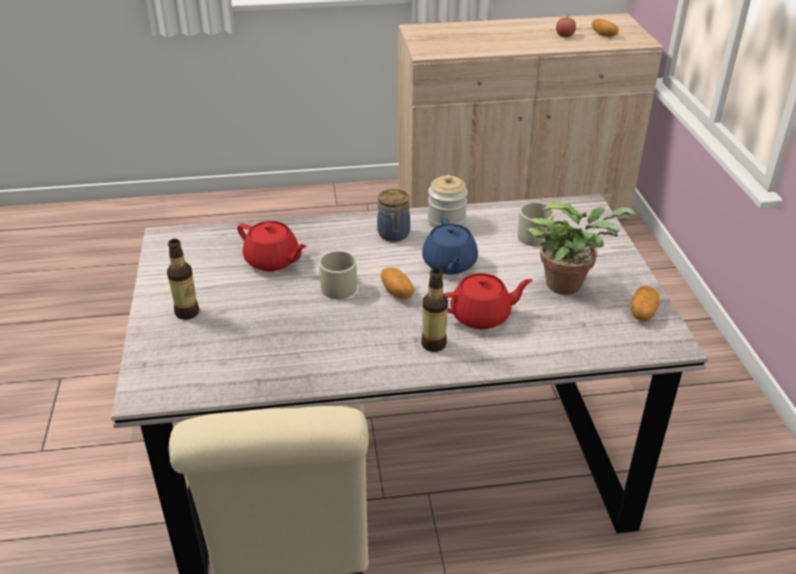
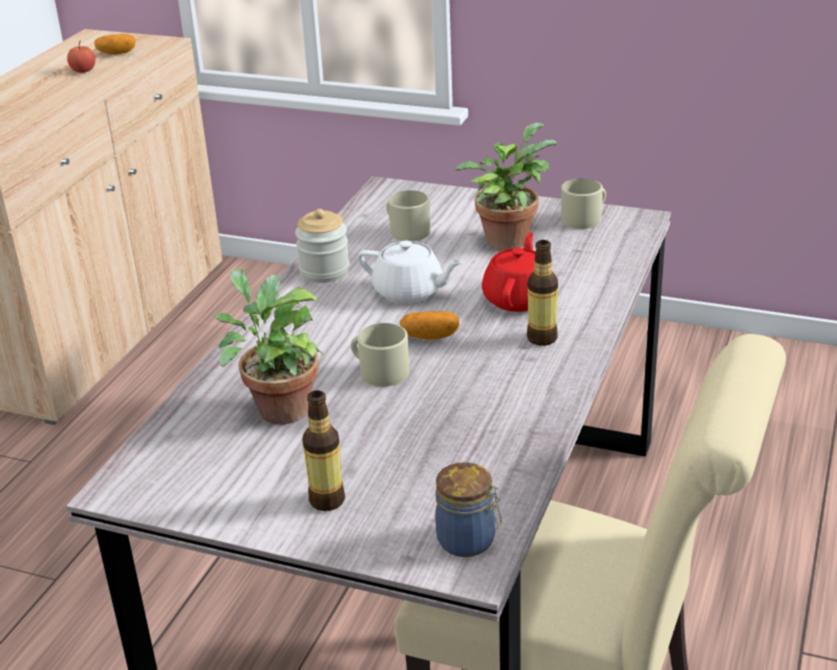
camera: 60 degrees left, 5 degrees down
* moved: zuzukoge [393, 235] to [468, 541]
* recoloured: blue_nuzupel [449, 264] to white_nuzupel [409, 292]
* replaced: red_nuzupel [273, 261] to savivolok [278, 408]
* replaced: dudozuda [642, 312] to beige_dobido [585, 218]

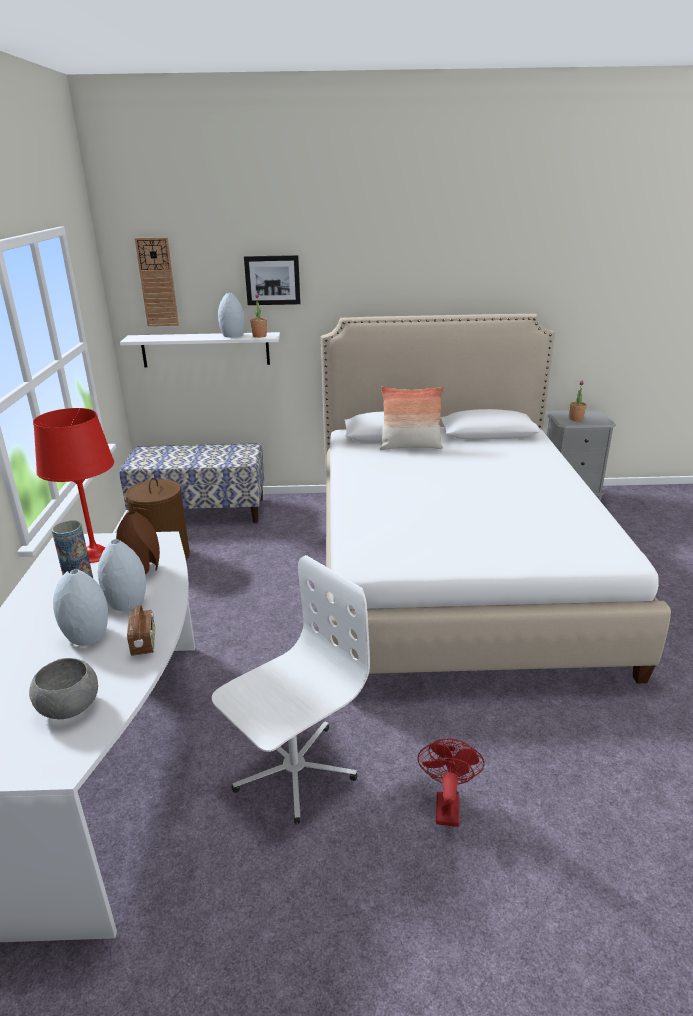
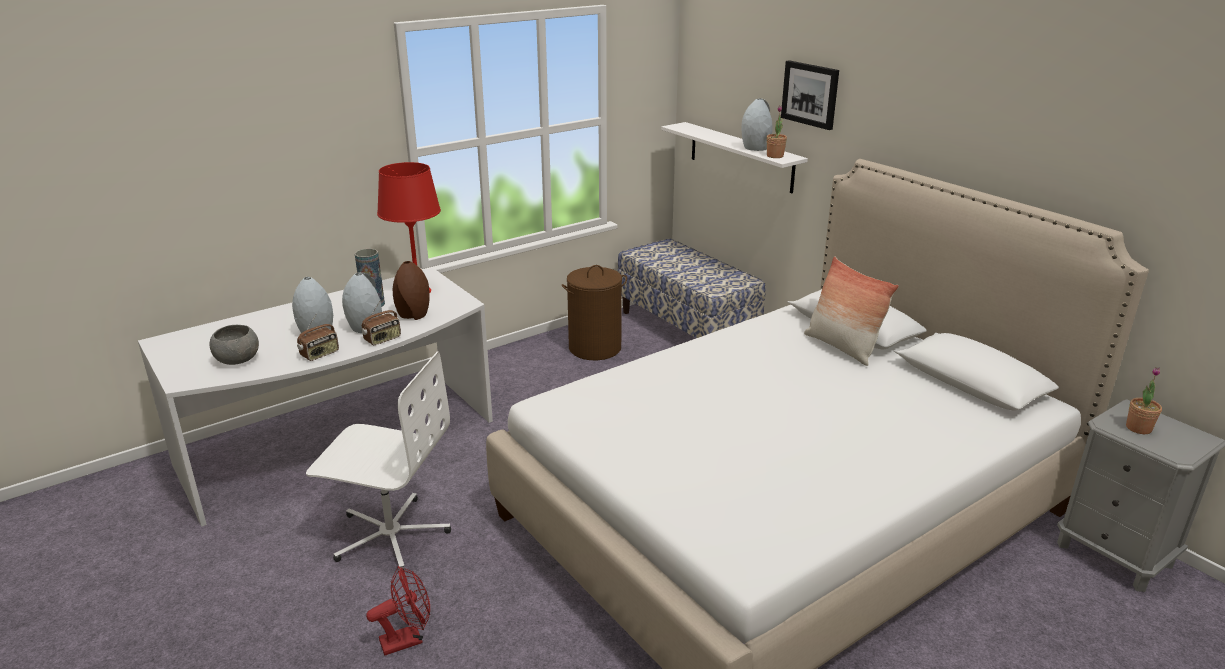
camera: 55 degrees right, 0 degrees up
* removed: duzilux [157, 282]
* added: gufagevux [383, 339]

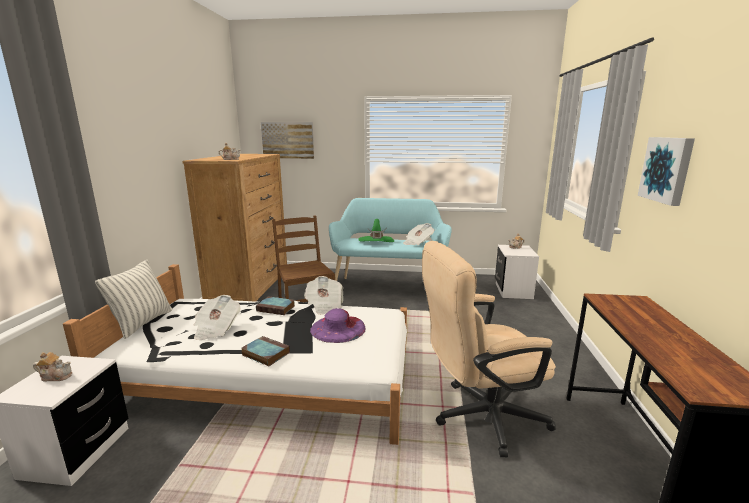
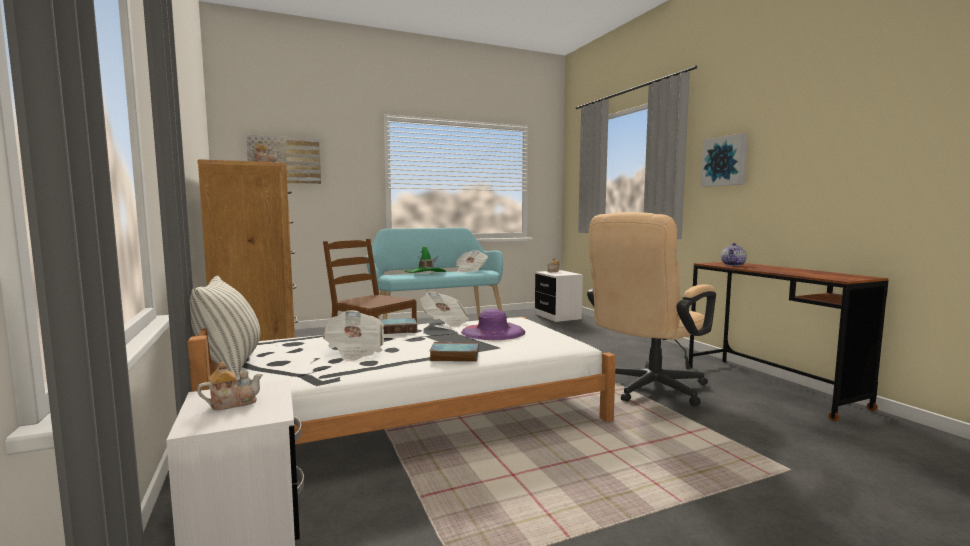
camera: 30 degrees left, 10 degrees down
* added: nuzupel [733, 265]

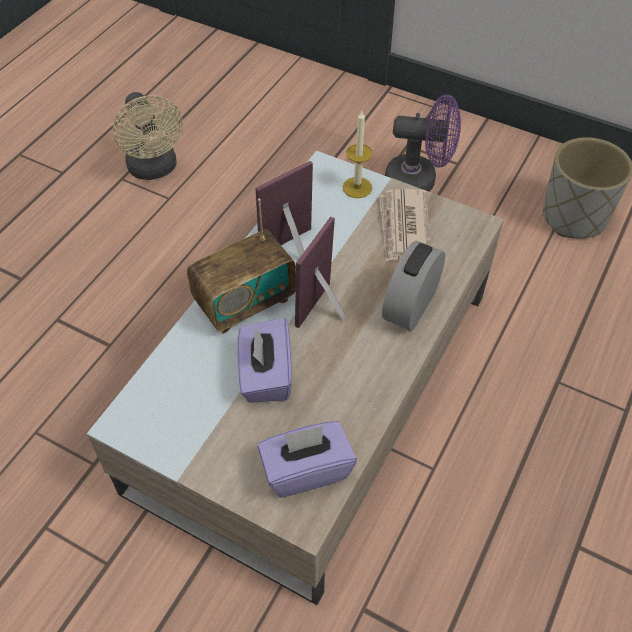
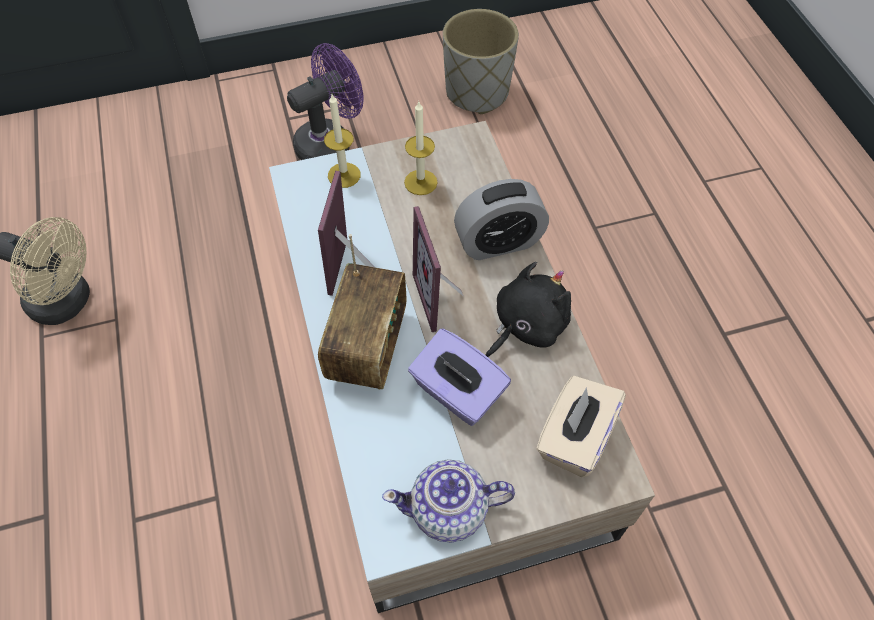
camera: 45 degrees left, 5 degrees up
* replaced: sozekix [403, 227] to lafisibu [420, 182]
* turned: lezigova [410, 306] = [499, 242] 90 degrees counterclockwise
* recoloured: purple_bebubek [306, 470] to beige_bebubek [574, 437]
* added: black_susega [526, 325]
* added: nuzupel [449, 510]

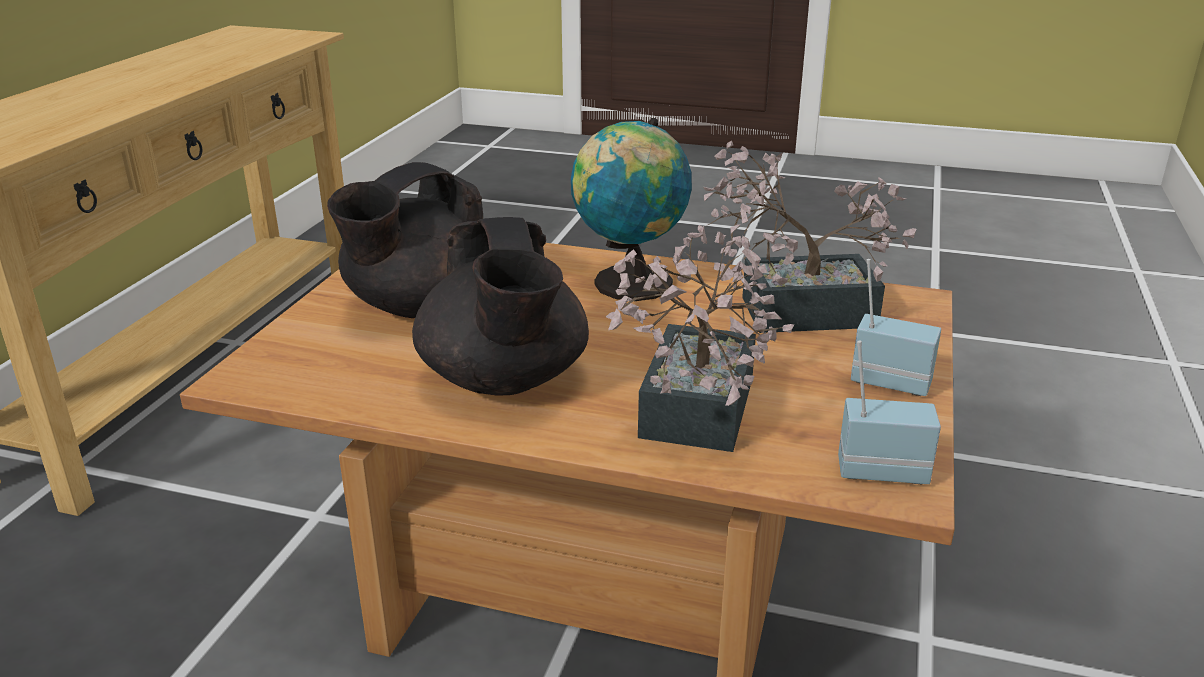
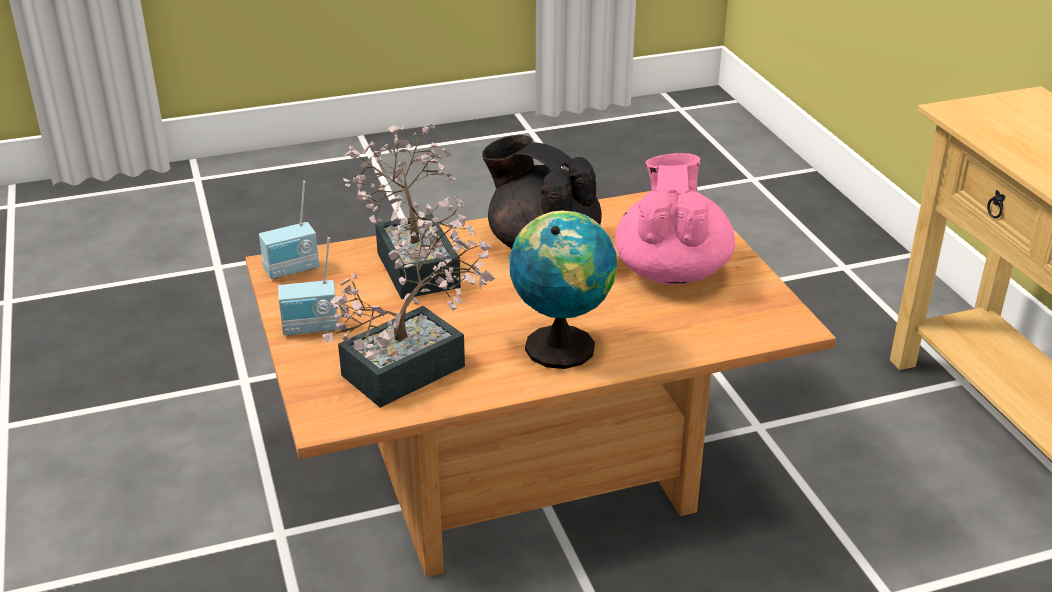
camera: 145 degrees right, 5 degrees up
* recoloured: black_nuzupel [418, 307] to pink_nuzupel [671, 270]

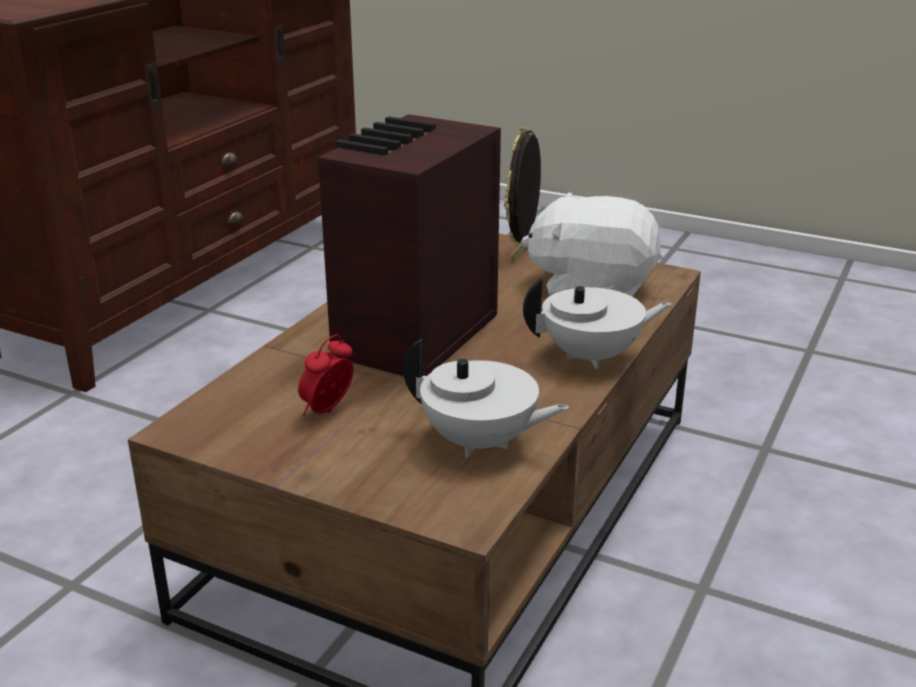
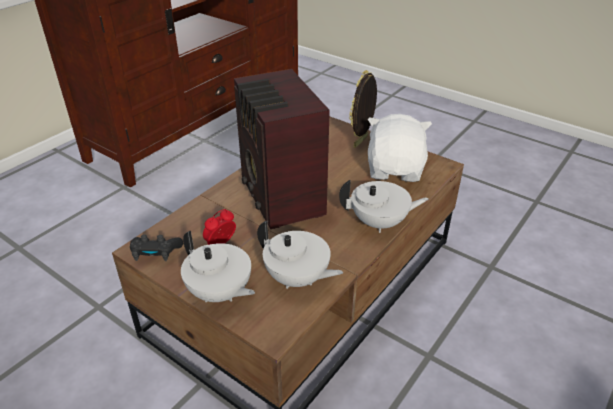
camera: 10 degrees right, 10 degrees up
* turned: gufagevux [412, 338] = [281, 198] 60 degrees counterclockwise
* turned: white_susega [592, 286] = [395, 170] 75 degrees clockwise
* added: white_nuzupel [219, 293]
* added: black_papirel [155, 254]

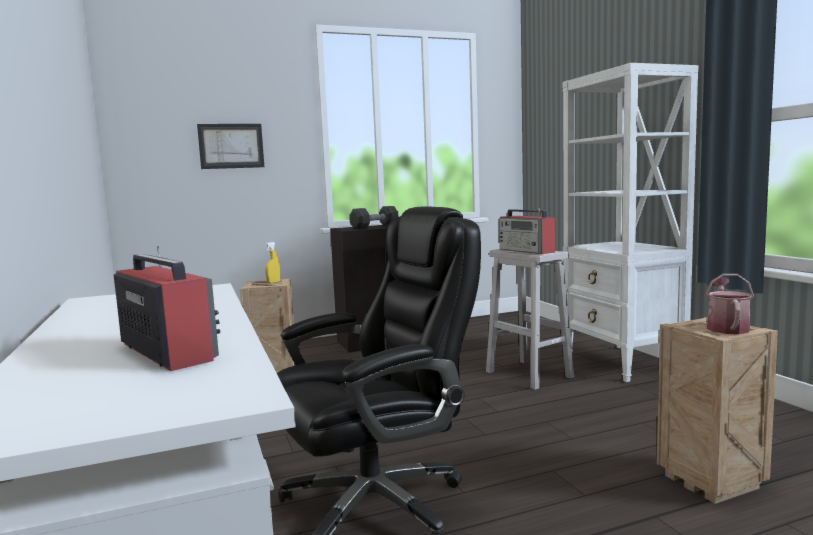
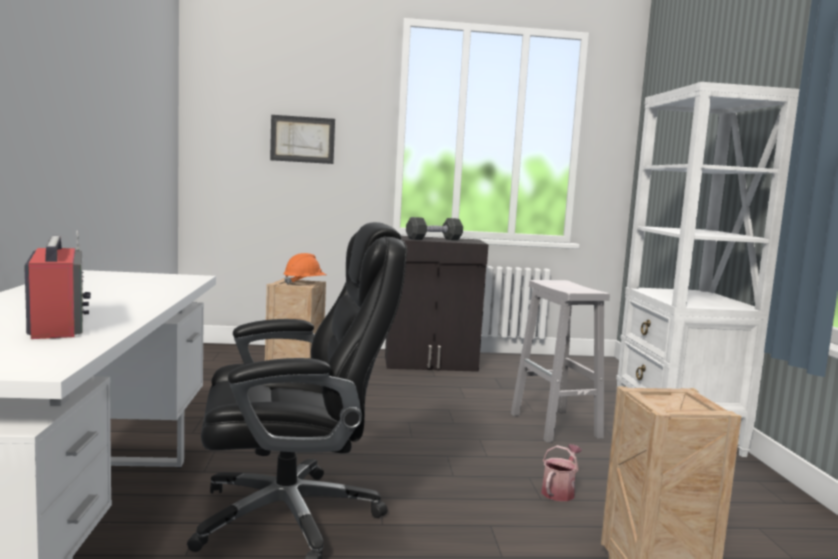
camera: 15 degrees right, 0 degrees up
* removed: gufagevux [527, 251]
* replaced: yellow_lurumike [273, 282] to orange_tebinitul [304, 283]
* moved: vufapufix [726, 327] to [559, 491]

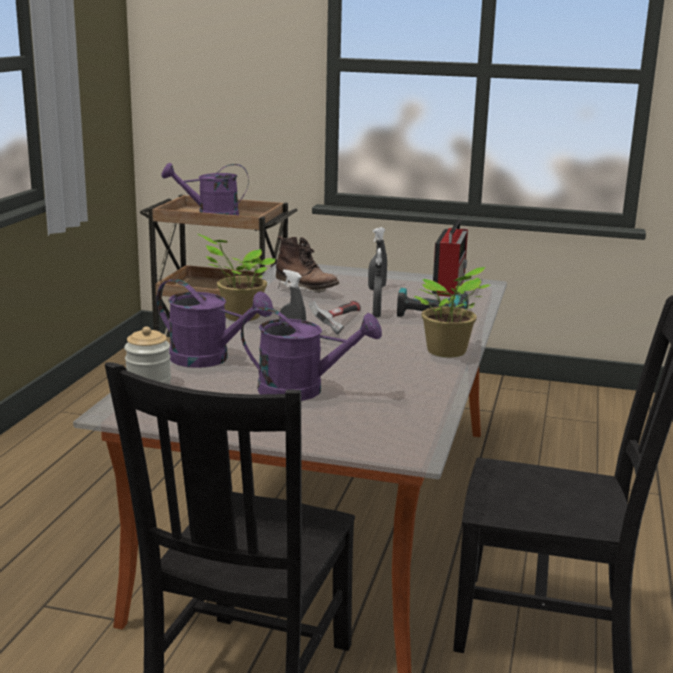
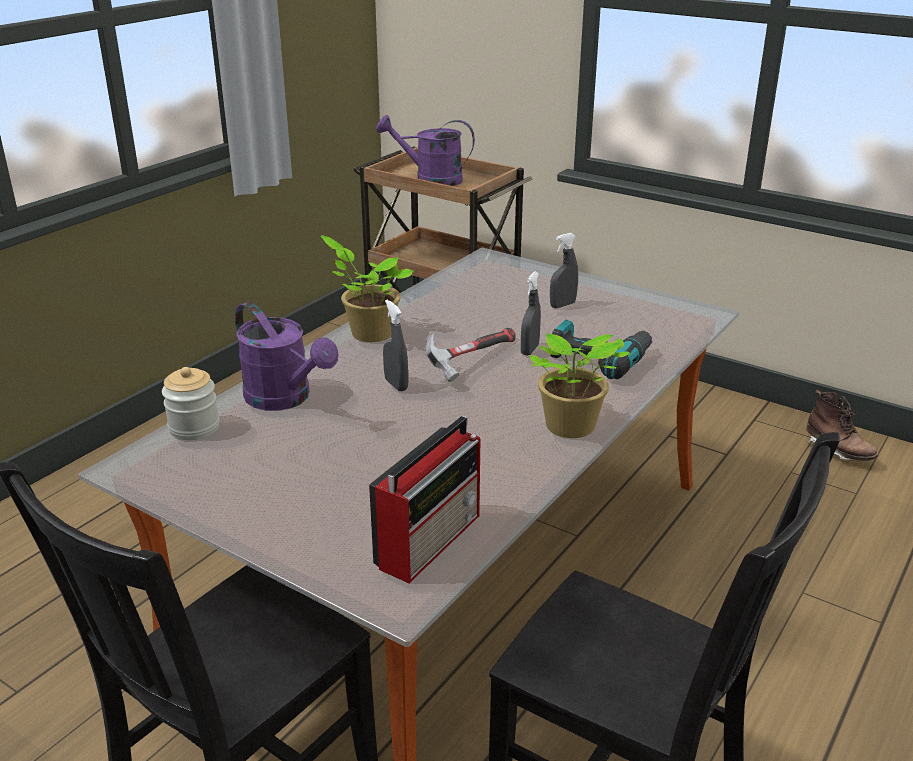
camera: 20 degrees right, 10 degrees up
* moved: gufagevux [449, 286] to [430, 539]
* moved: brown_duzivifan [306, 291] to [838, 451]
* removed: purple_vufapufix [303, 390]

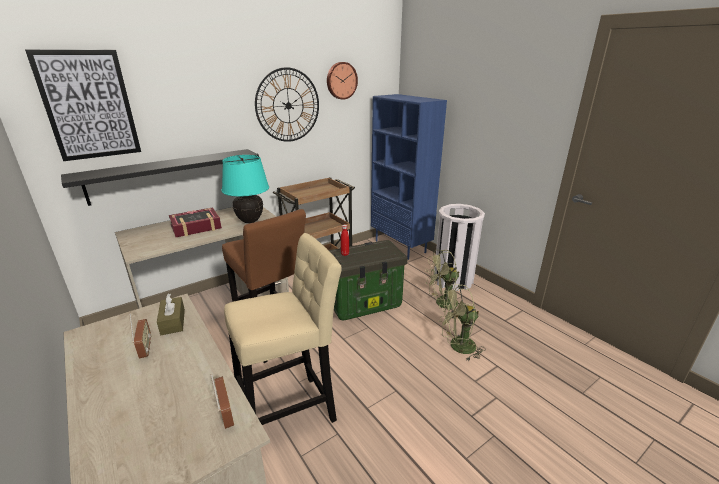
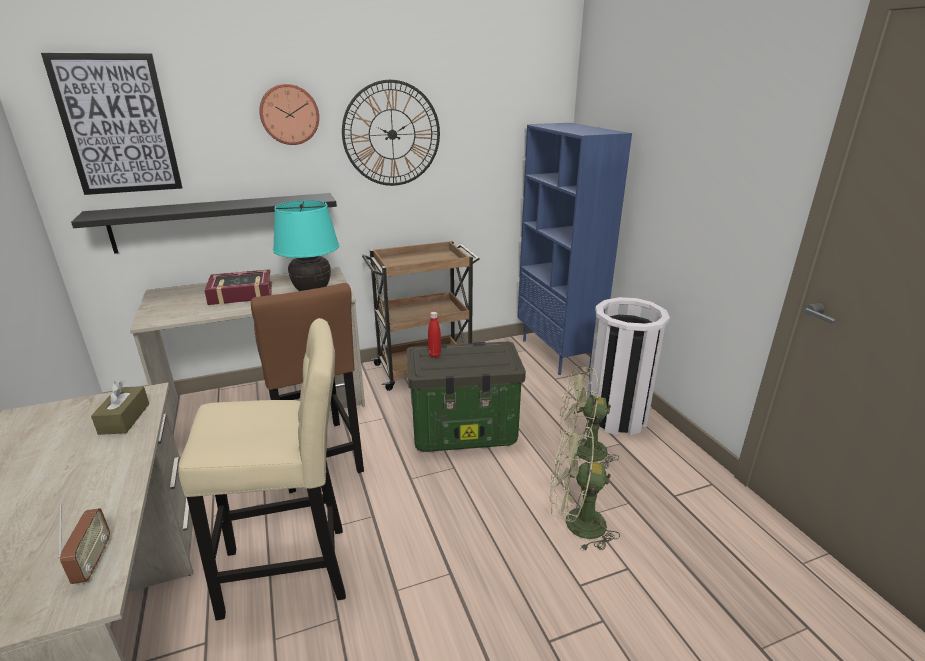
camera: 15 degrees right, 0 degrees up
* moved: duzilux [341, 80] to [289, 114]
* removed: gufagevux [145, 349]

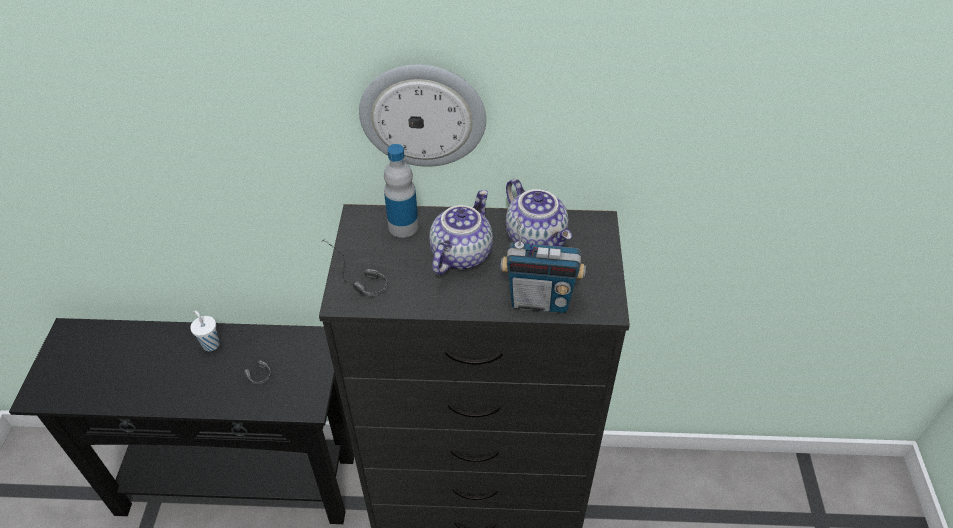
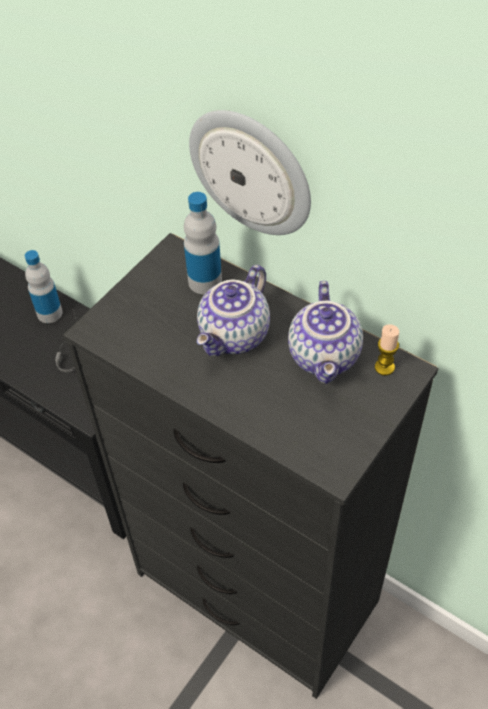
camera: 35 degrees right, 5 degrees up
* turned: nuzupel [460, 254] = [235, 336] 150 degrees clockwise
* removed: gufagevux [540, 300]
* removed: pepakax [350, 277]
* replaced: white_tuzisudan [210, 344] to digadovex [49, 313]
* added: lafisibu [384, 367]

